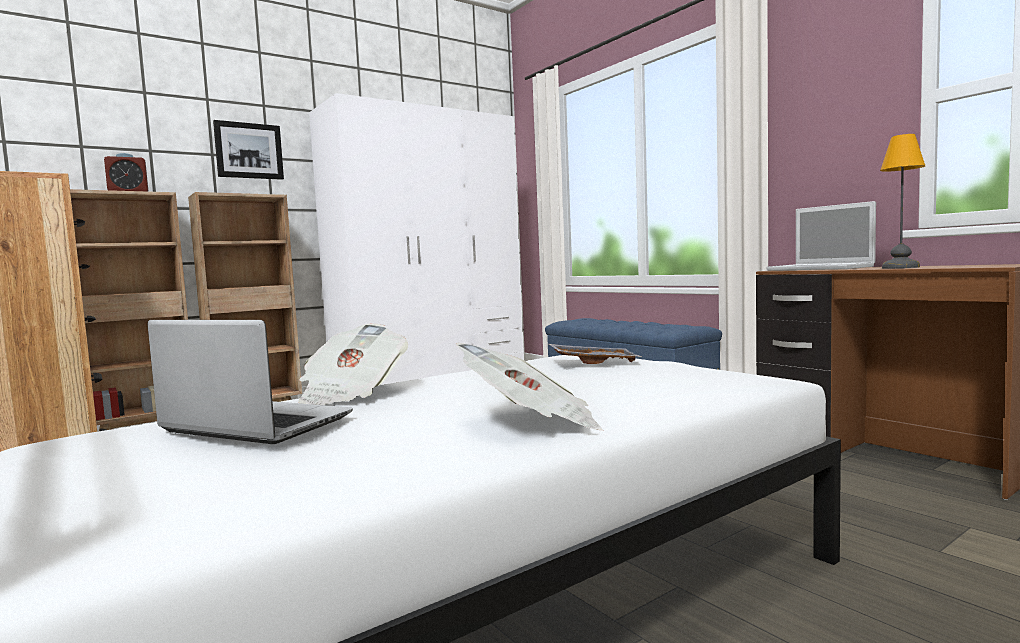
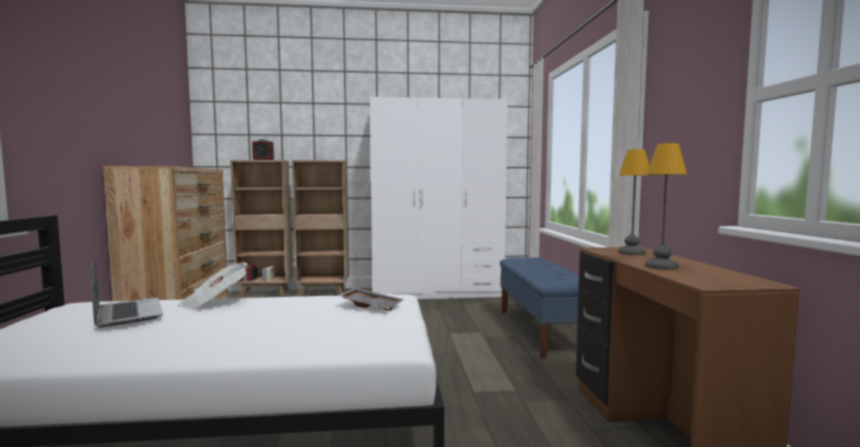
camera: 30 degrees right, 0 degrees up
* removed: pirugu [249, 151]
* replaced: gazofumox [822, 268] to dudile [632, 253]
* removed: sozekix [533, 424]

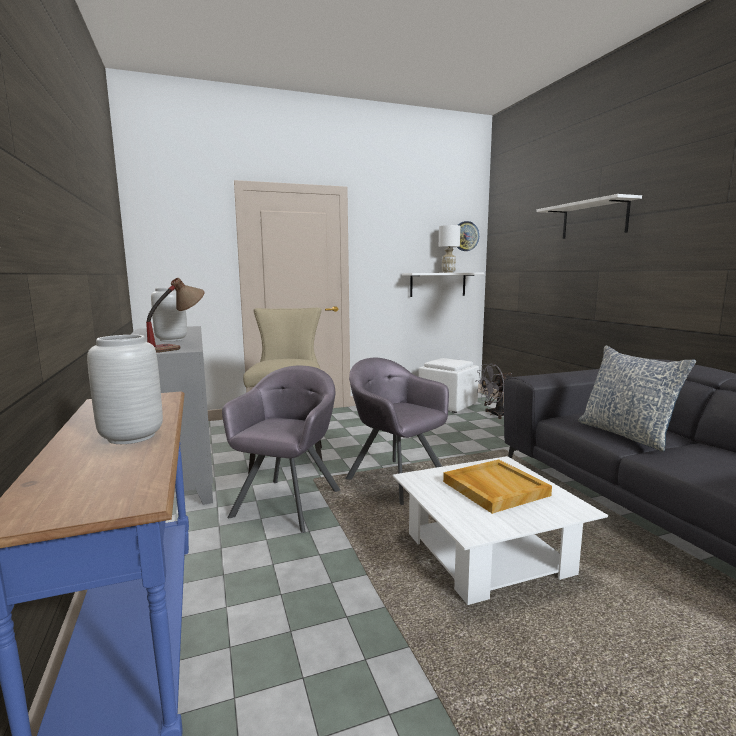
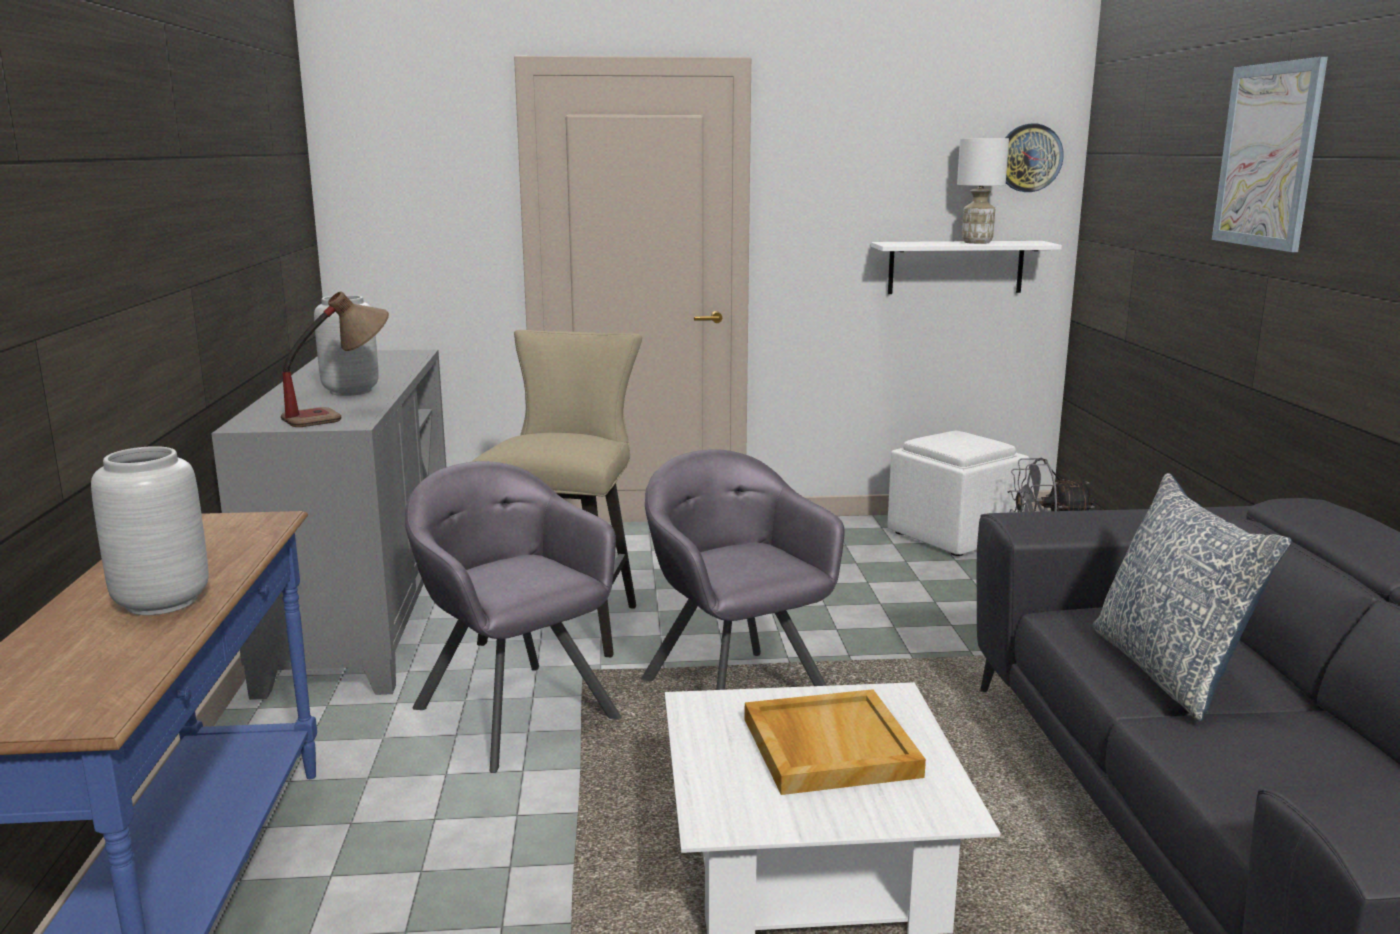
camera: 15 degrees right, 5 degrees up
* replaced: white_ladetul [594, 219] to pirugu [1267, 156]
* turned: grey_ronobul [288, 503] = [516, 712] 75 degrees counterclockwise

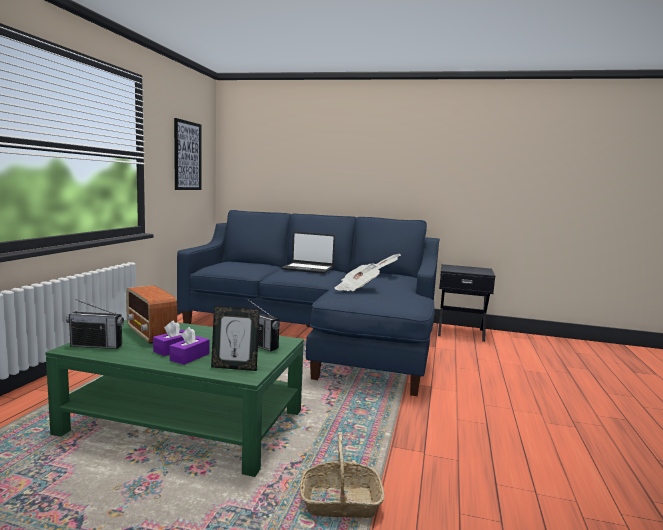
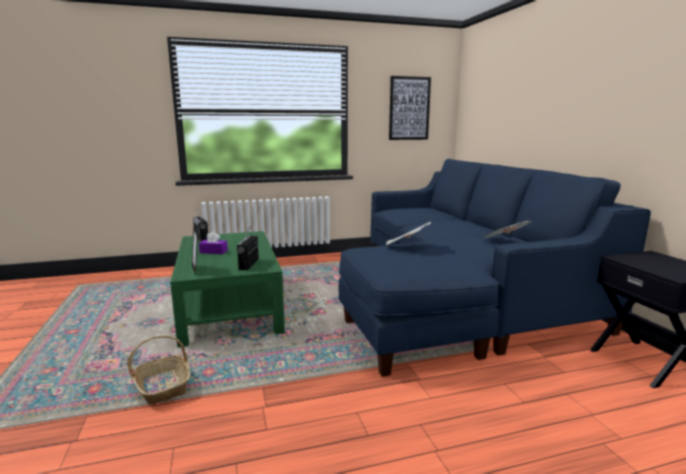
camera: 60 degrees right, 5 degrees up
* removed: gazofumox [308, 269]
* removed: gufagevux [151, 334]
* removed: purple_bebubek [190, 357]

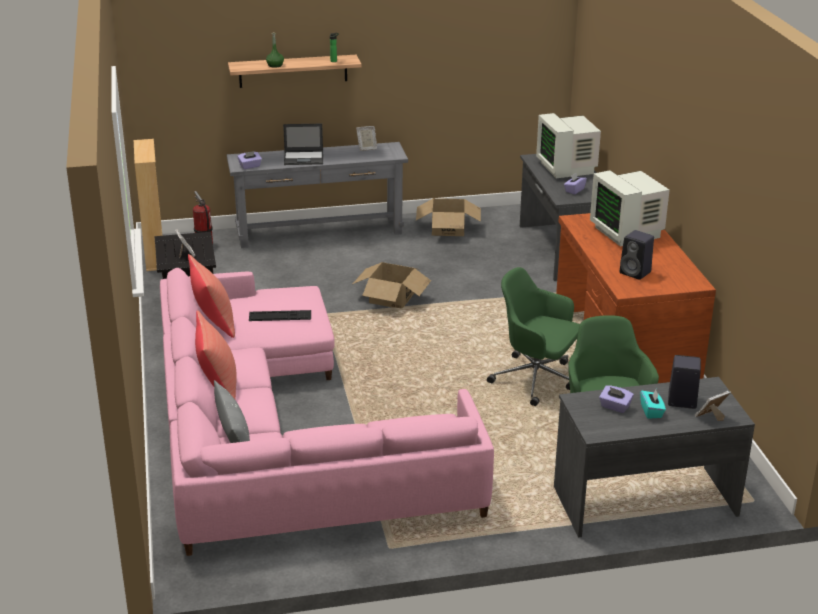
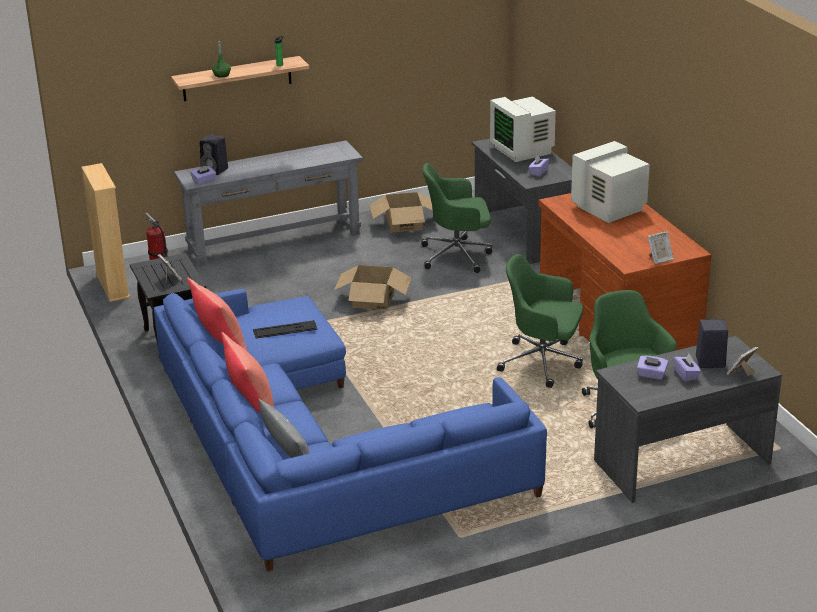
camera: 10 degrees left, 0 degrees up
* removed: gazofumox [304, 158]
* moved: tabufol [366, 148] to [659, 259]
* turned: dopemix [627, 232] = [610, 208] 90 degrees clockwise
* moved: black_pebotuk [636, 273] to [215, 170]
* recoloured: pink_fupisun [277, 436] to blue_fupisun [311, 448]
* recoloured: turquoise_bebubek [651, 411] to purple_bebubek [686, 375]
* added: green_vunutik [457, 255]

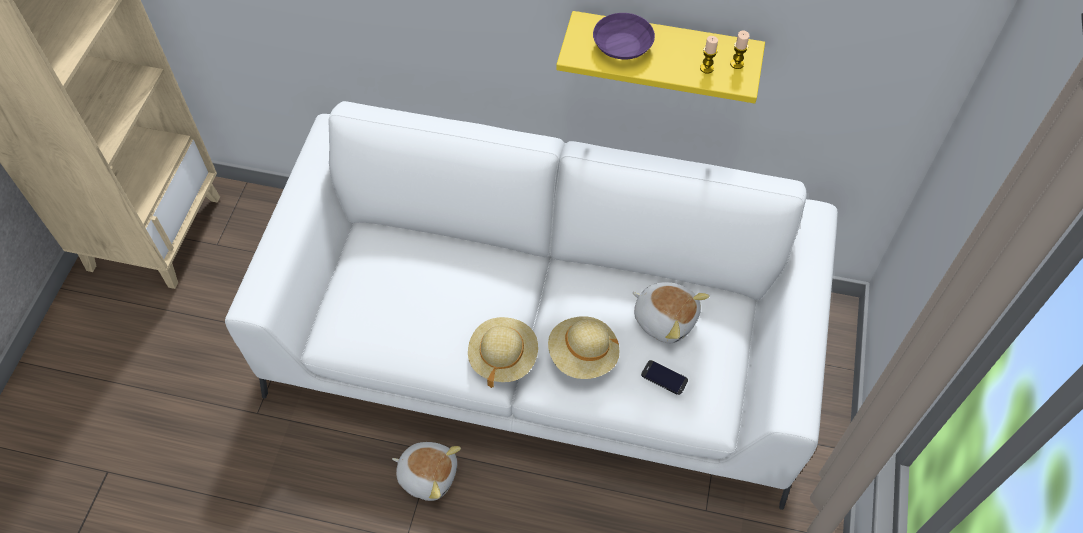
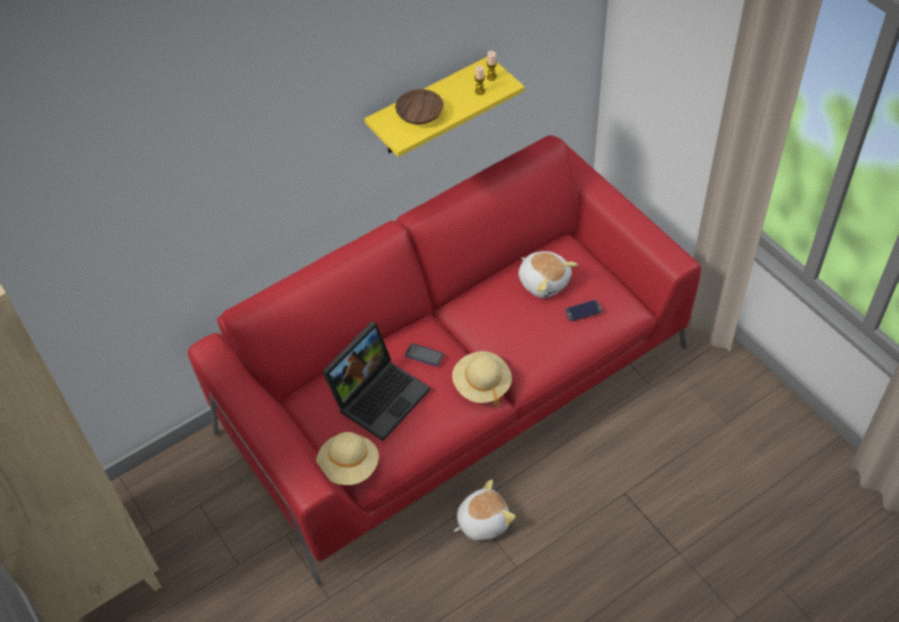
camera: 45 degrees left, 5 degrees down
* recoloured: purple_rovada [624, 45] to brown_rovada [420, 114]
* recoloured: white_fupisun [542, 346] to red_fupisun [454, 389]
* turned: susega [665, 318] = [544, 281] 60 degrees clockwise
* moved: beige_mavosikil [583, 356] to [349, 467]
* added: gazofumox [379, 394]
* added: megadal [424, 355]

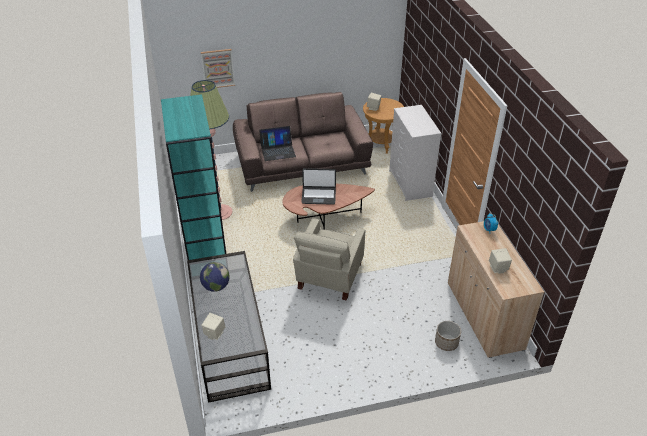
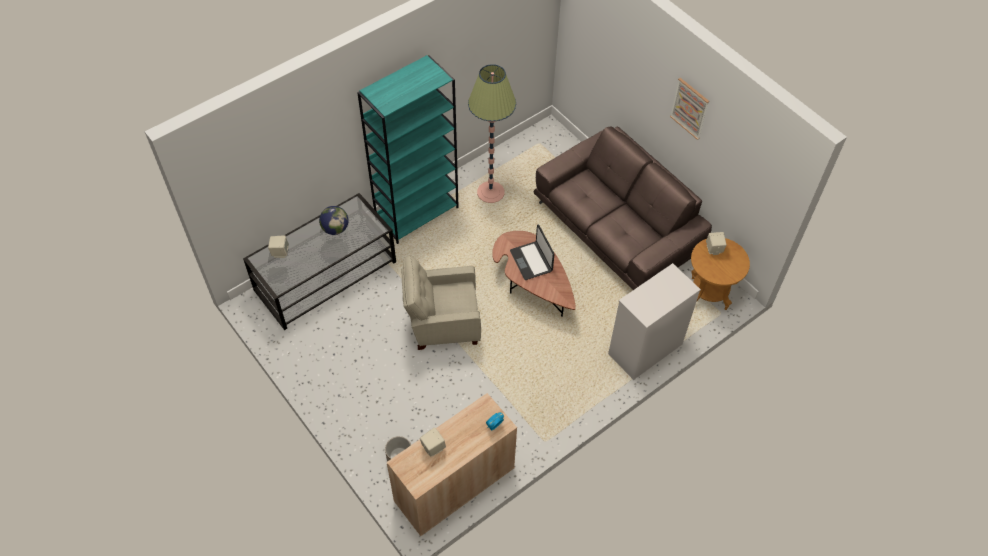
camera: 65 degrees right, 15 degrees up
* moved: pirugu [218, 68] to [690, 108]
* removed: gazofumox [278, 150]

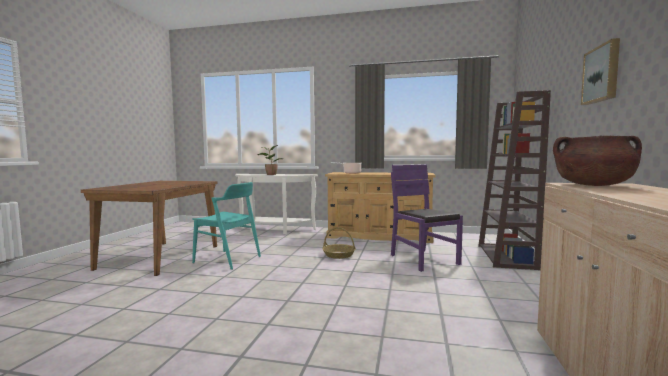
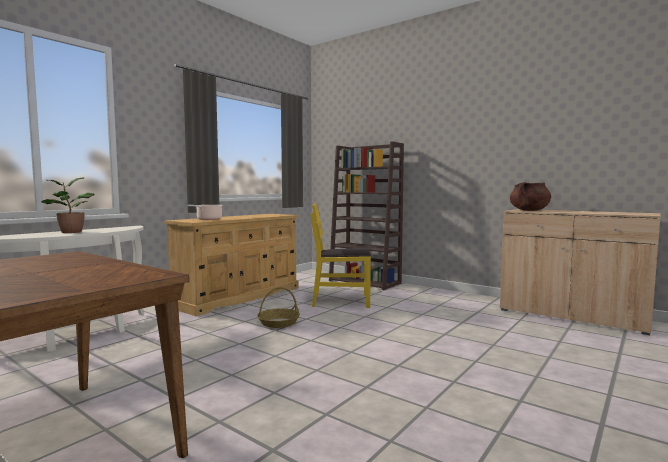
camera: 65 degrees left, 0 degrees up
* removed: pirugu [602, 74]
* recoloured: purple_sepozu [423, 260] to yellow_sepozu [341, 300]
* removed: turquoise_sepozu [227, 260]

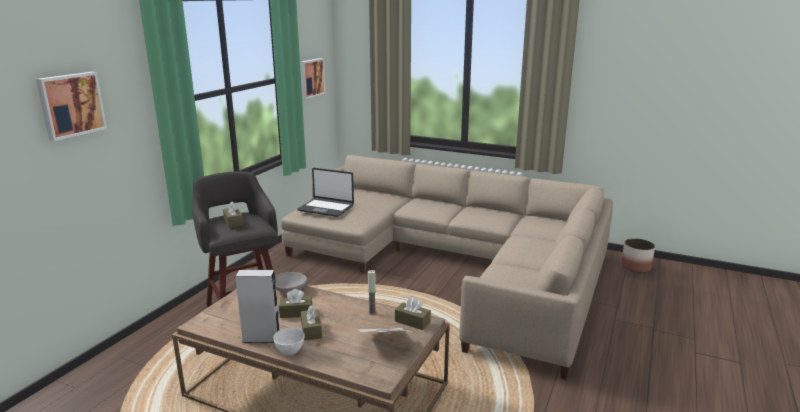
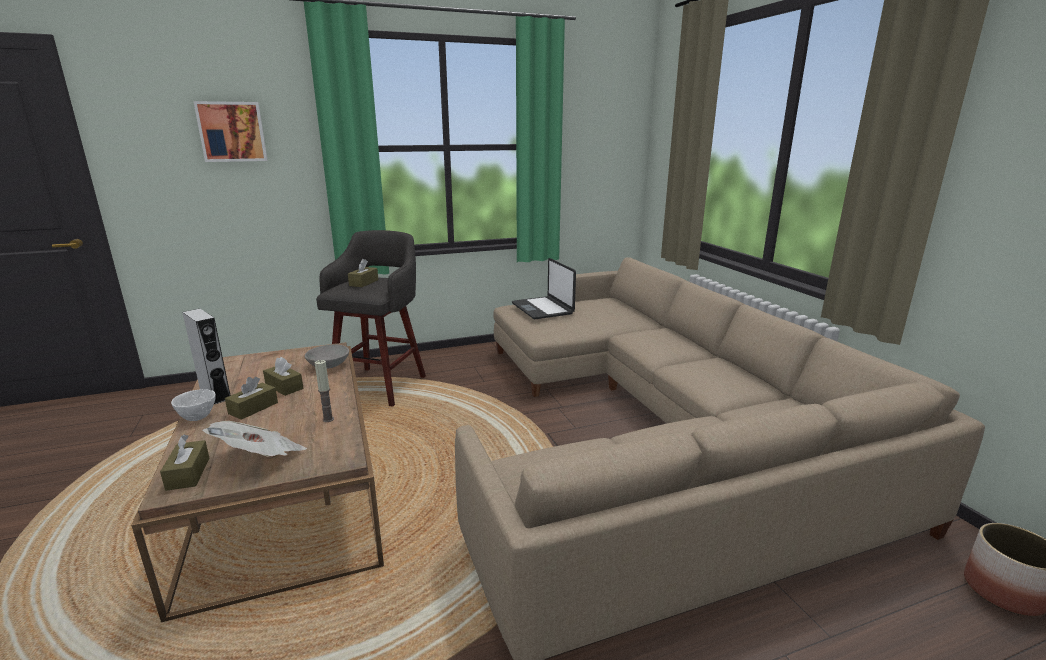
camera: 45 degrees right, 0 degrees up
* removed: pirugu [311, 78]
* moved: brown_bebubek [412, 321] to [188, 473]

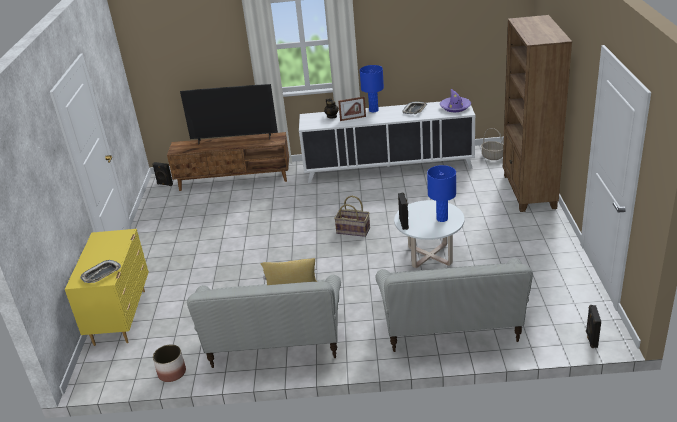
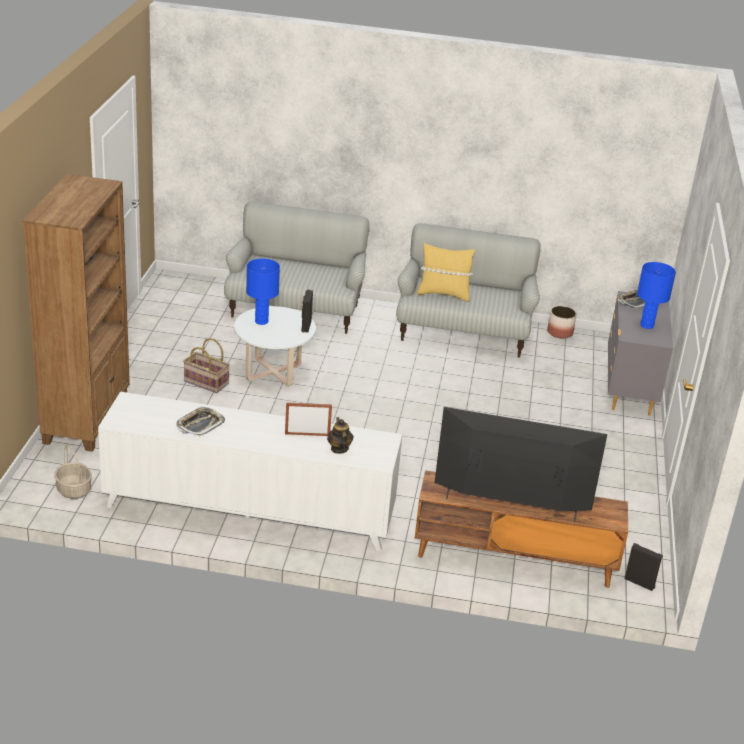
camera: 175 degrees left, 0 degrees up
* moved: blue_dudile [373, 110] to [647, 325]
* removed: purple_mavosikil [455, 107]
* moved: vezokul [353, 230] to [205, 383]
* recoloured: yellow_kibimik [121, 316] to grey_kibimik [629, 389]
* removed: black_pebotuk [591, 339]

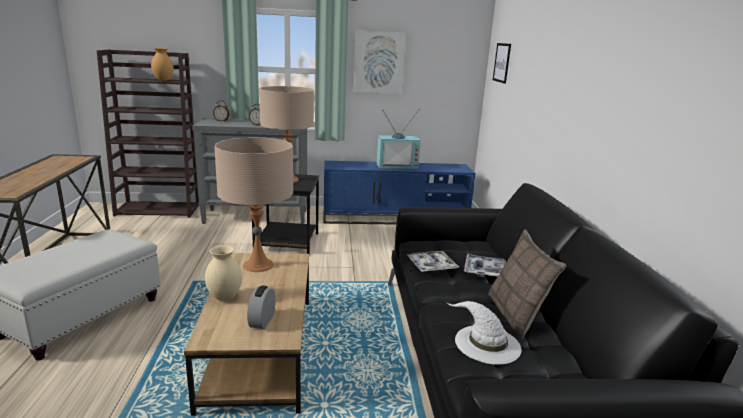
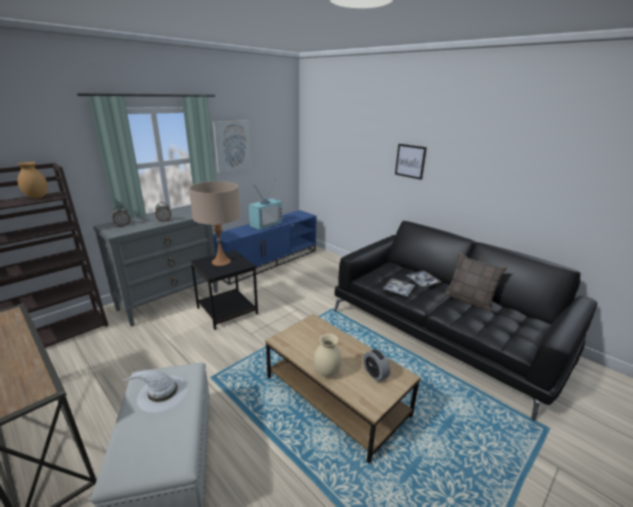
camera: 40 degrees left, 5 degrees up
* moved: pirugu [502, 62] to [410, 161]
* removed: beige_dudile [258, 265]
* moved: white_mavosikil [486, 343] to [162, 393]

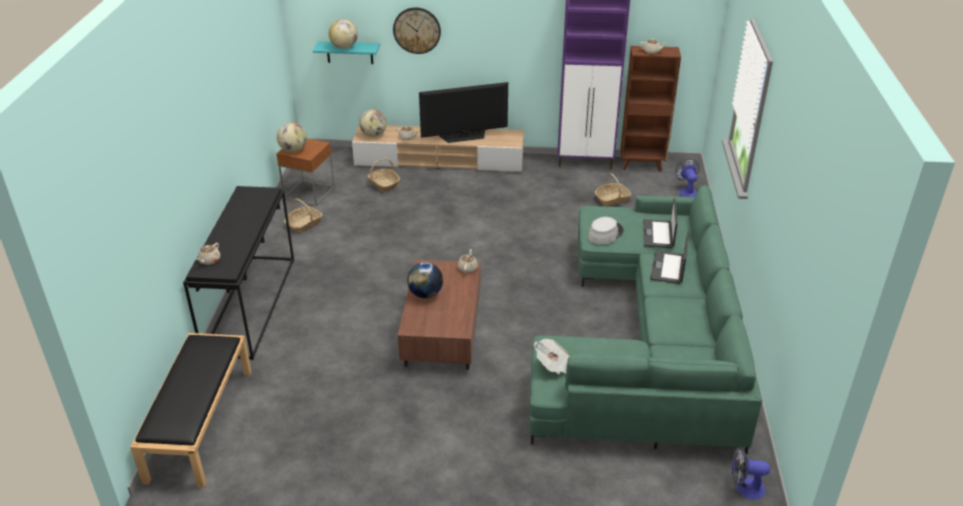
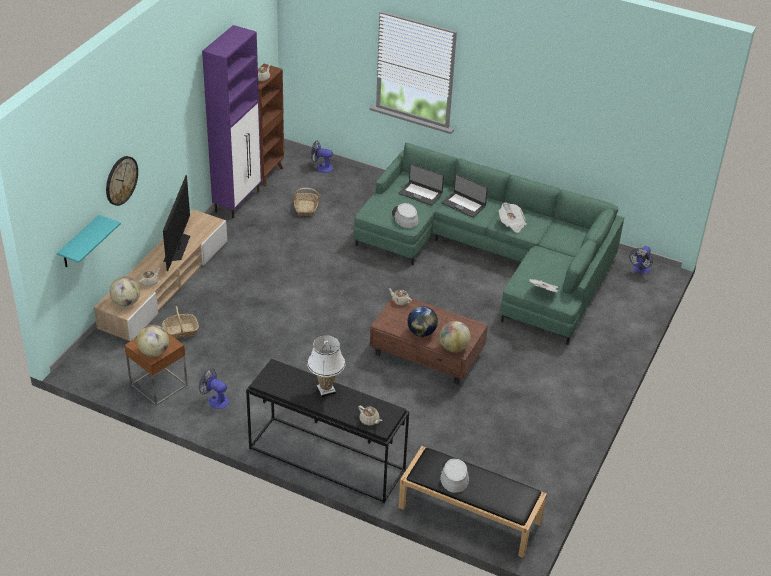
camera: 70 degrees left, 5 degrees up
* moved: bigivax [344, 47] to [453, 347]
* replaced: vezokul [304, 224] to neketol [215, 400]
* added: sozekix [511, 224]
* added: white_dudile [326, 390]
* added: grey_mavosikil [454, 476]

